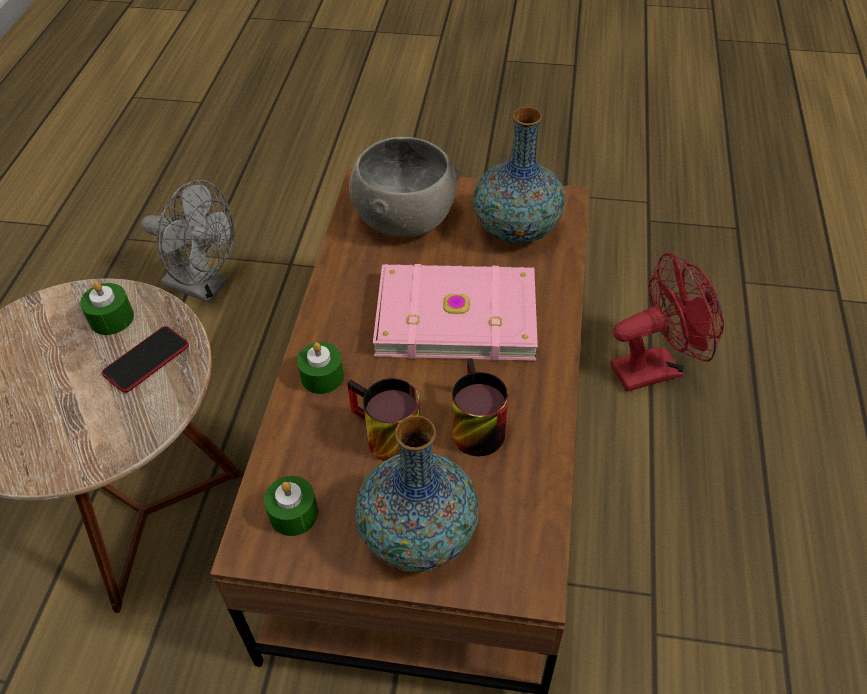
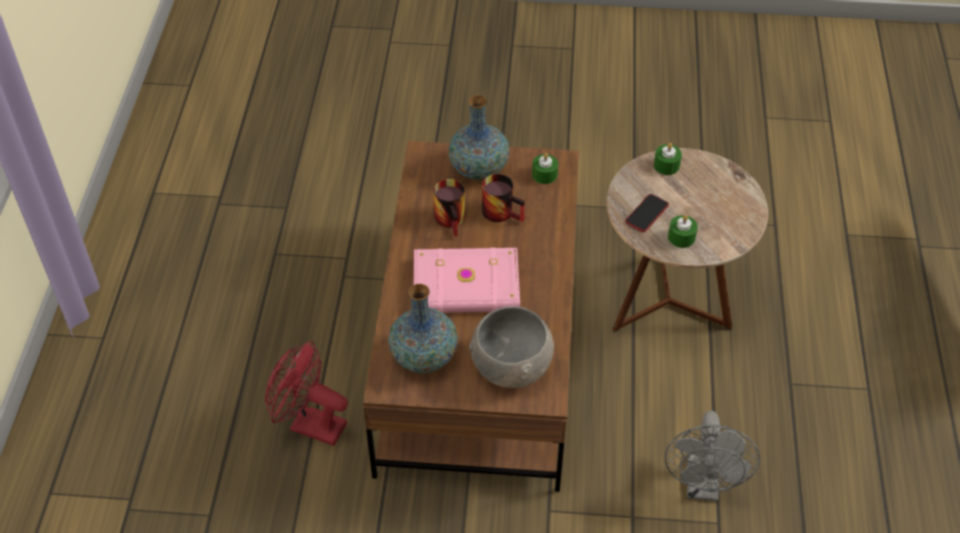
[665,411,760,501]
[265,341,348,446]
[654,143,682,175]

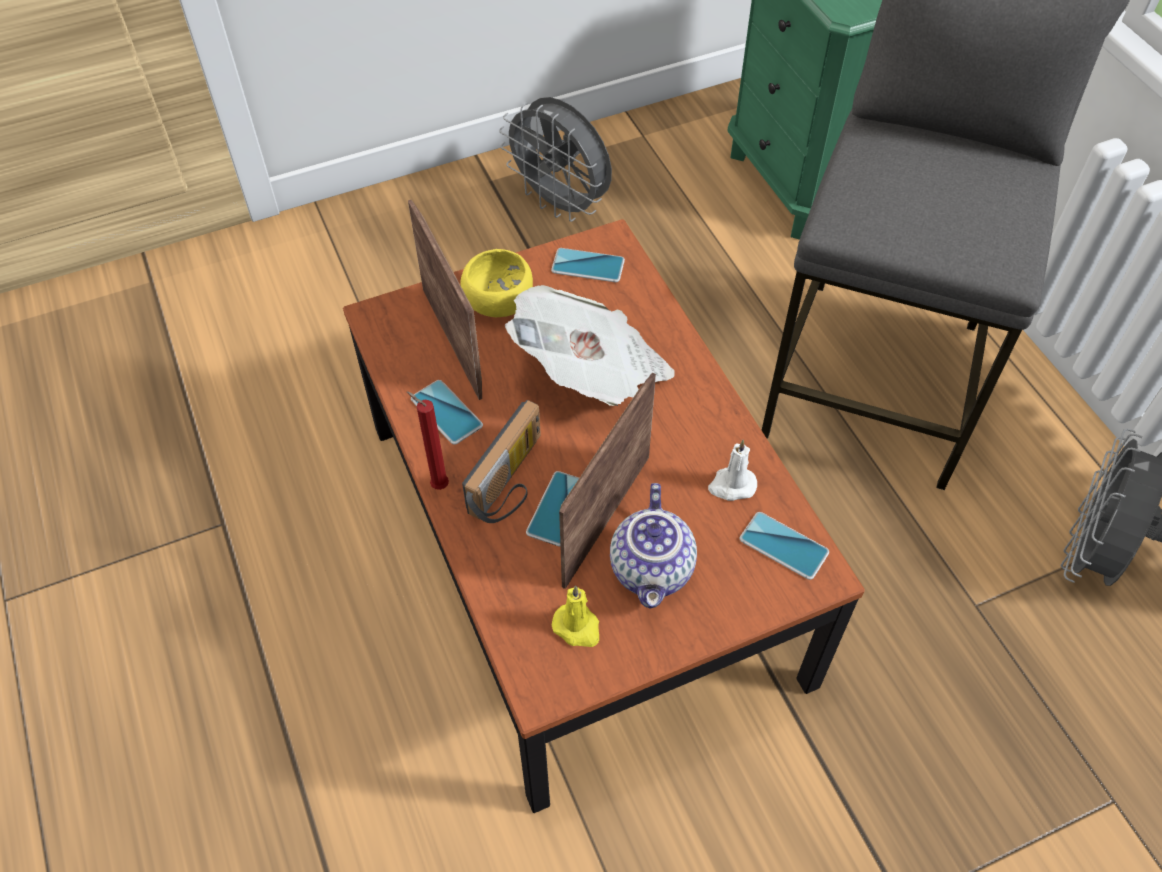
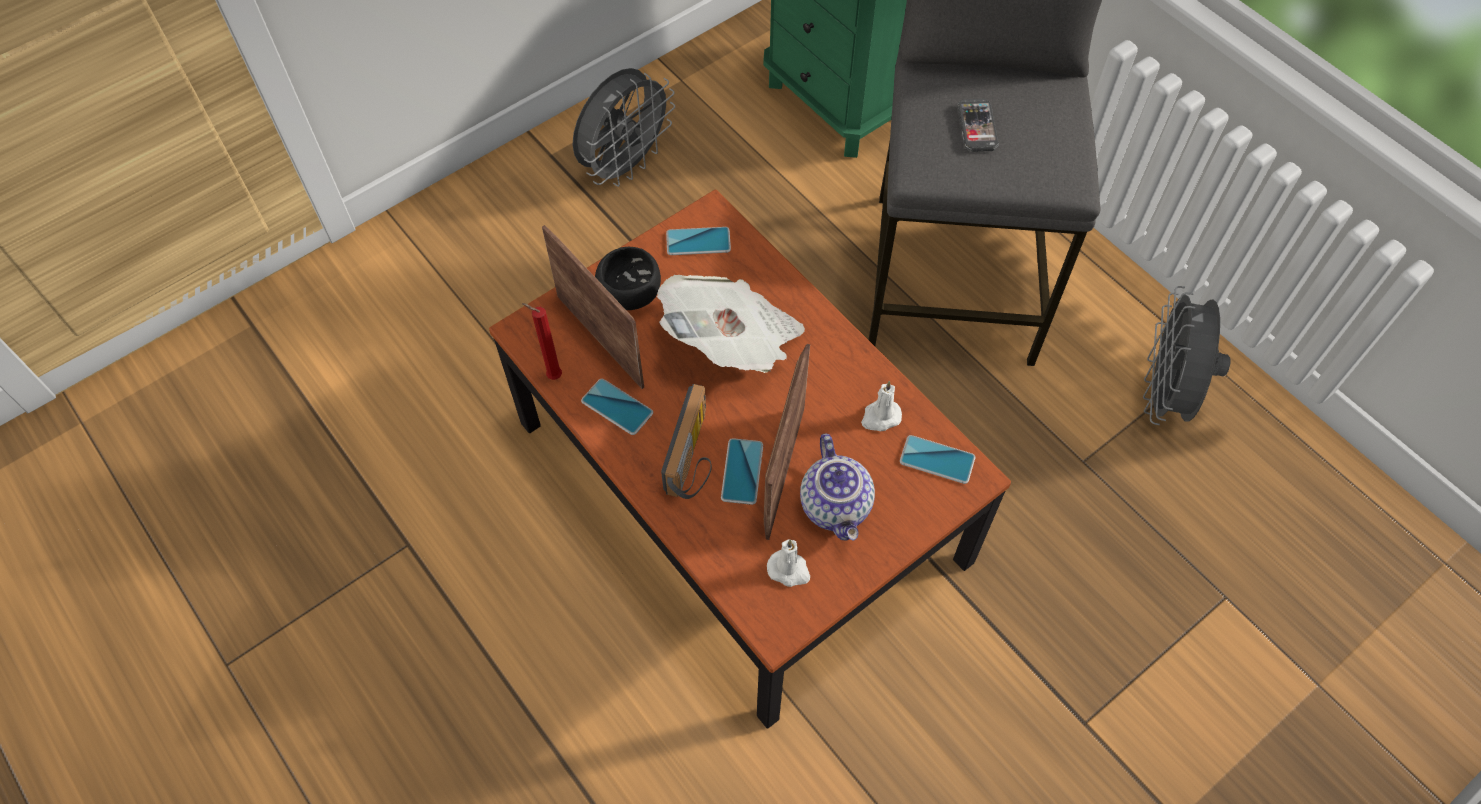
[573,68,675,187]
[595,247,661,310]
[522,303,562,380]
[767,539,810,587]
[957,99,999,152]

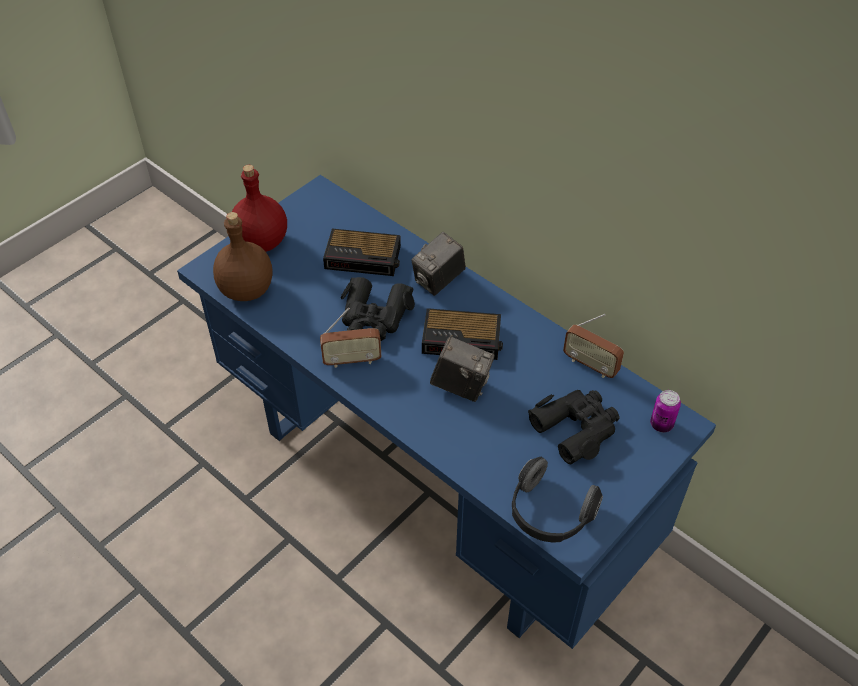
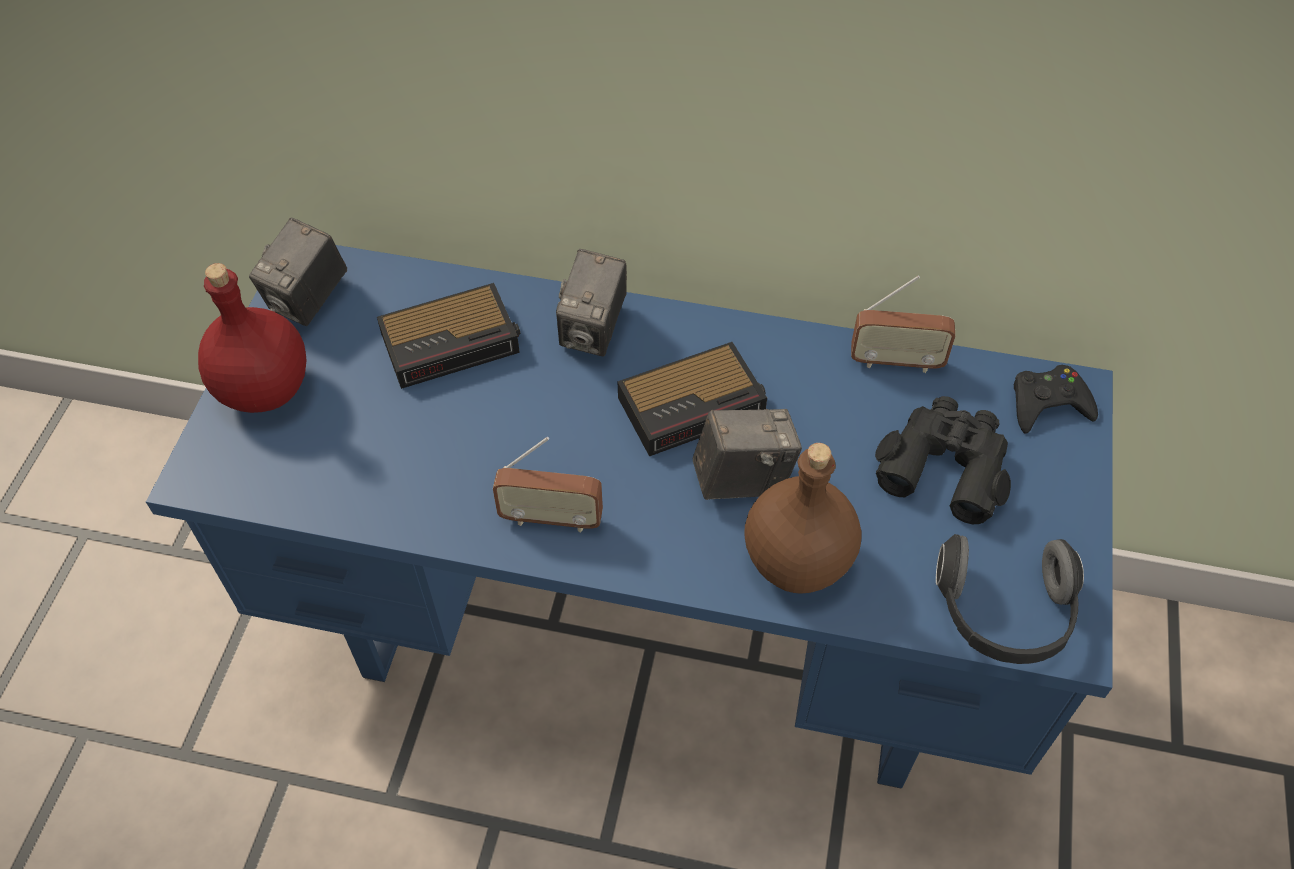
[744,443,861,594]
[340,277,415,341] (first image)
[493,437,603,533]
[1014,365,1098,434]
[249,217,347,326]

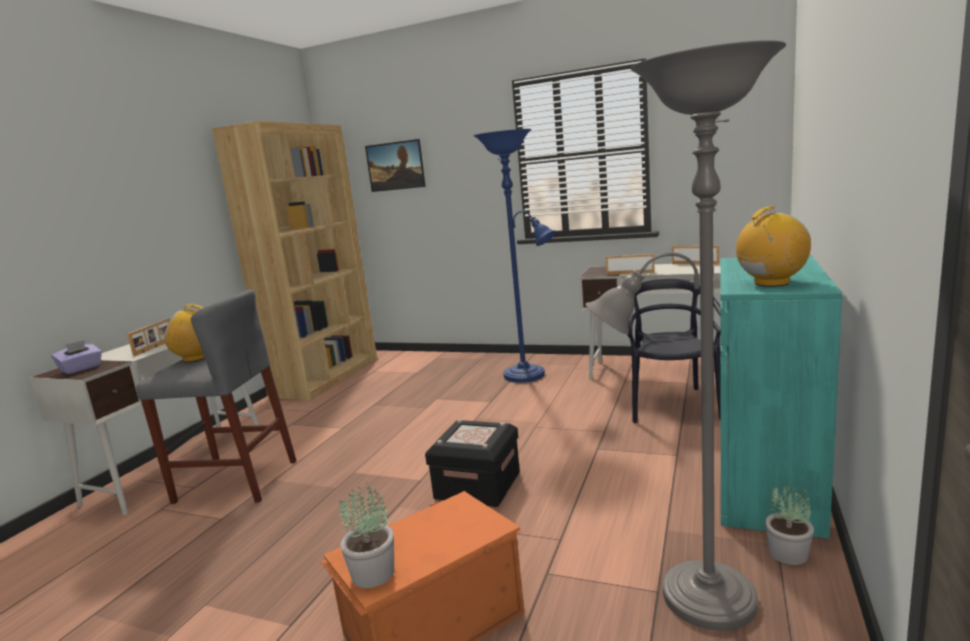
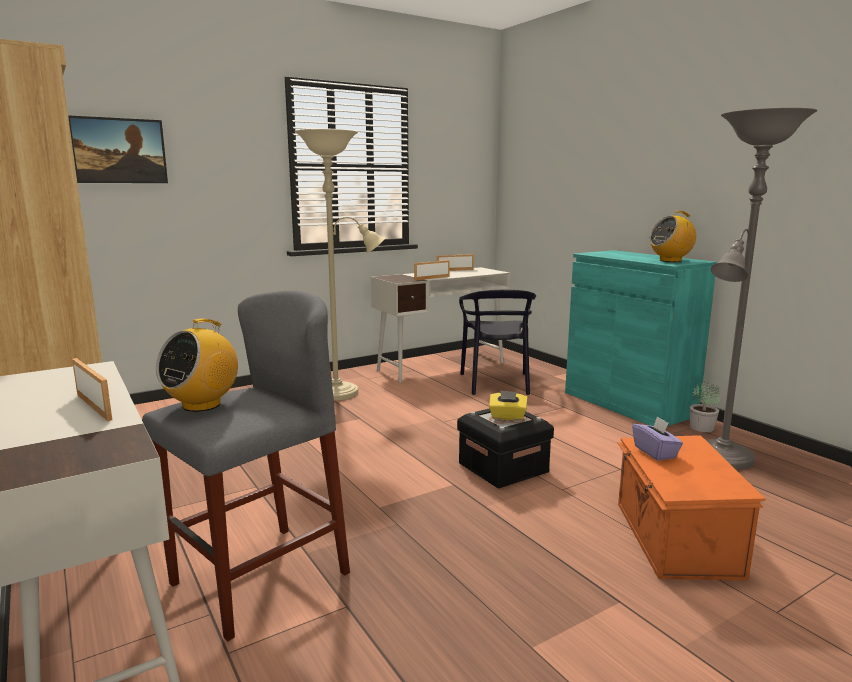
[294,129,385,401]
[650,211,696,262]
[459,290,536,395]
[632,416,683,461]
[339,483,394,588] (first image)
[489,390,527,421]

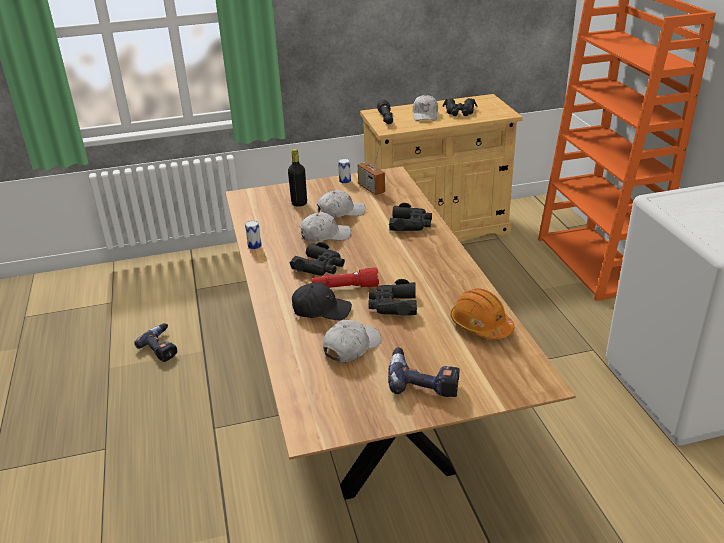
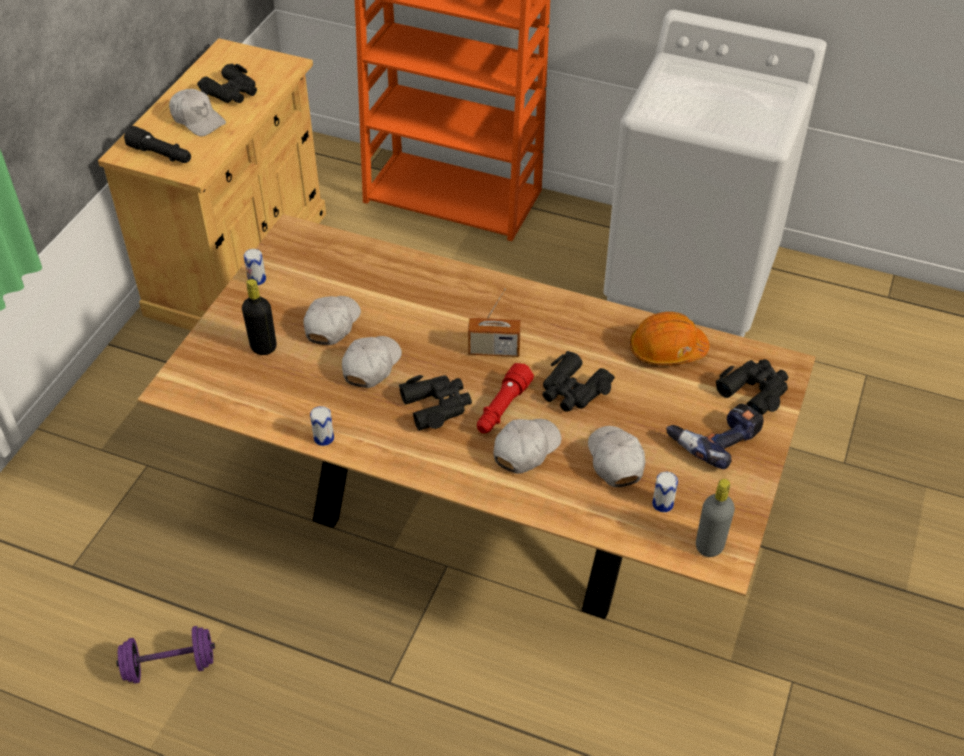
[468,289,521,357]
[716,359,788,415]
[494,419,561,474]
[116,626,215,684]
[652,472,678,512]
[696,479,735,557]

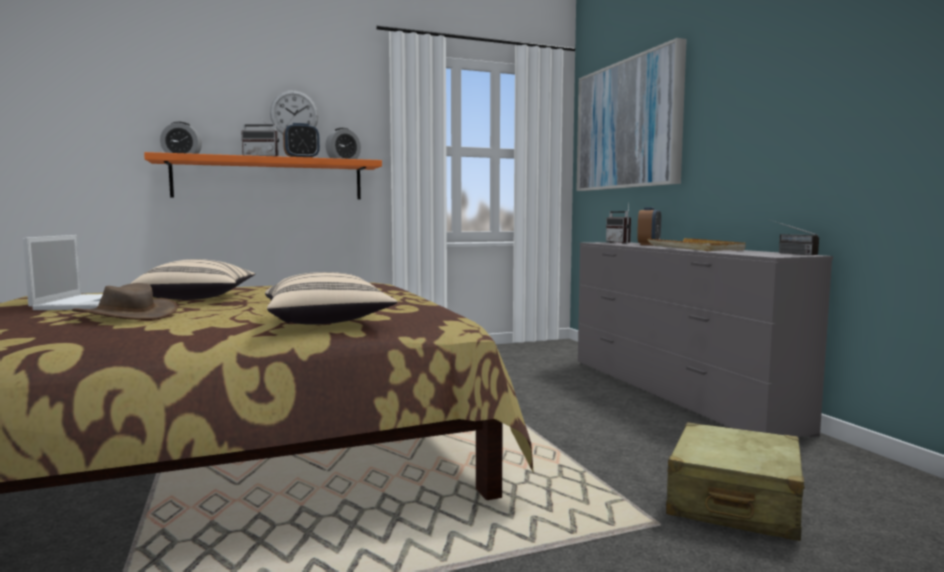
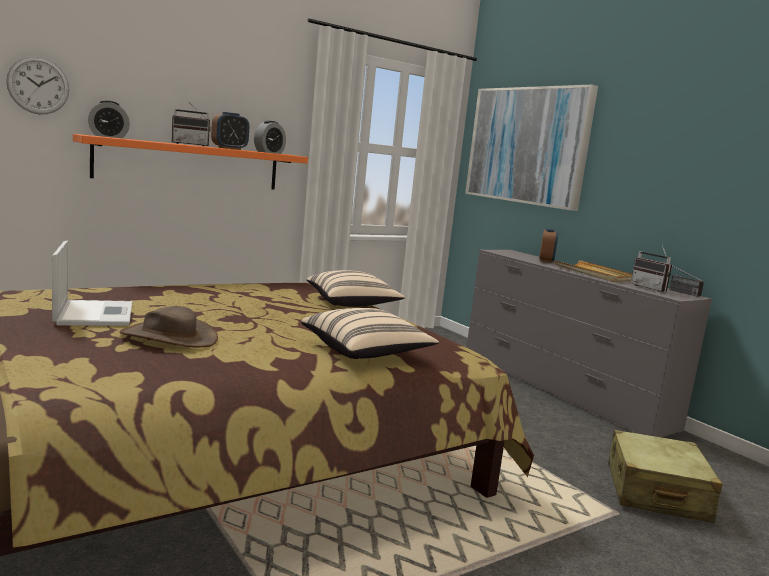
[6,56,69,114]
[631,245,672,292]
[307,270,405,307]

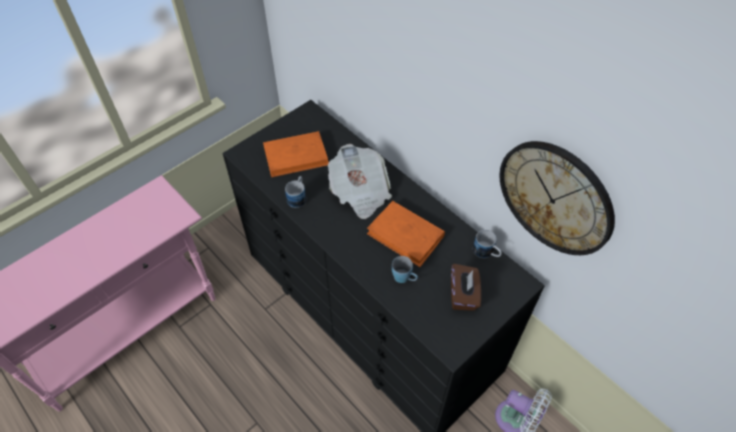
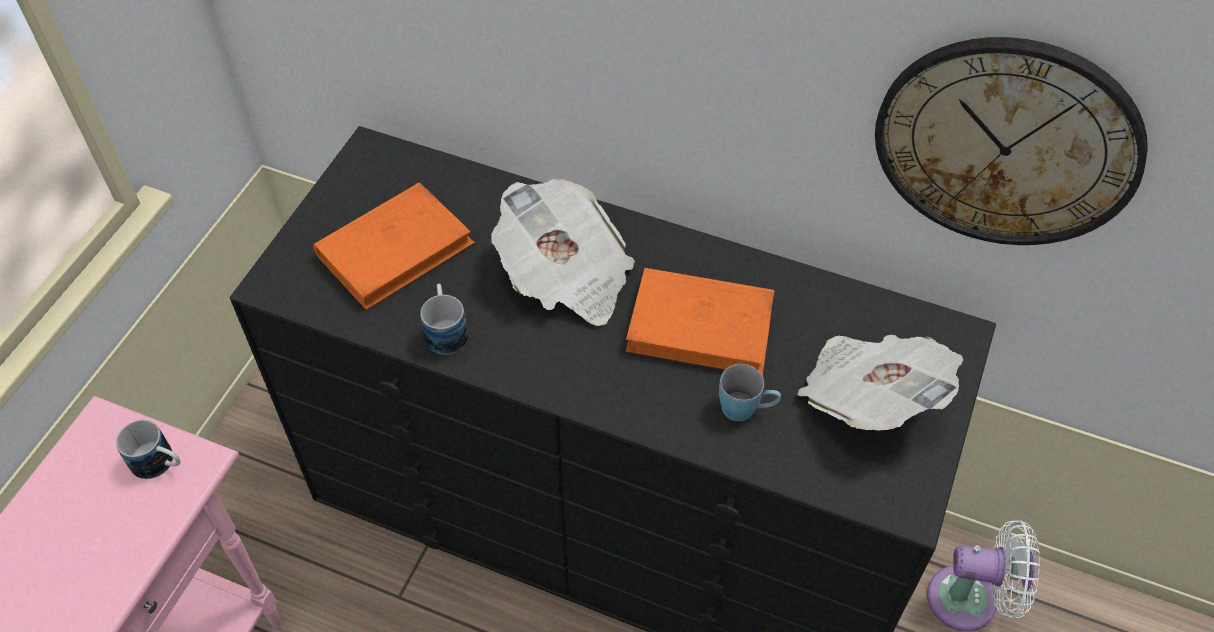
[116,420,181,479]
[797,335,964,430]

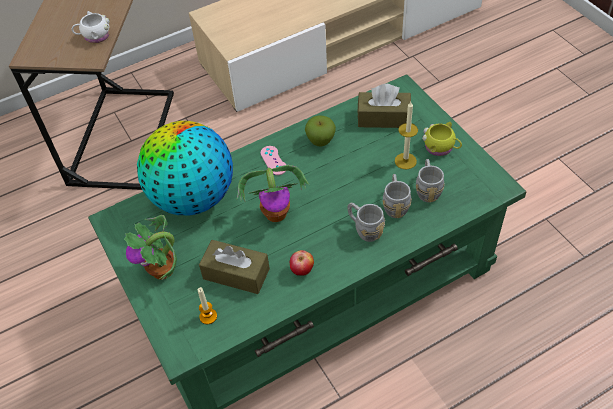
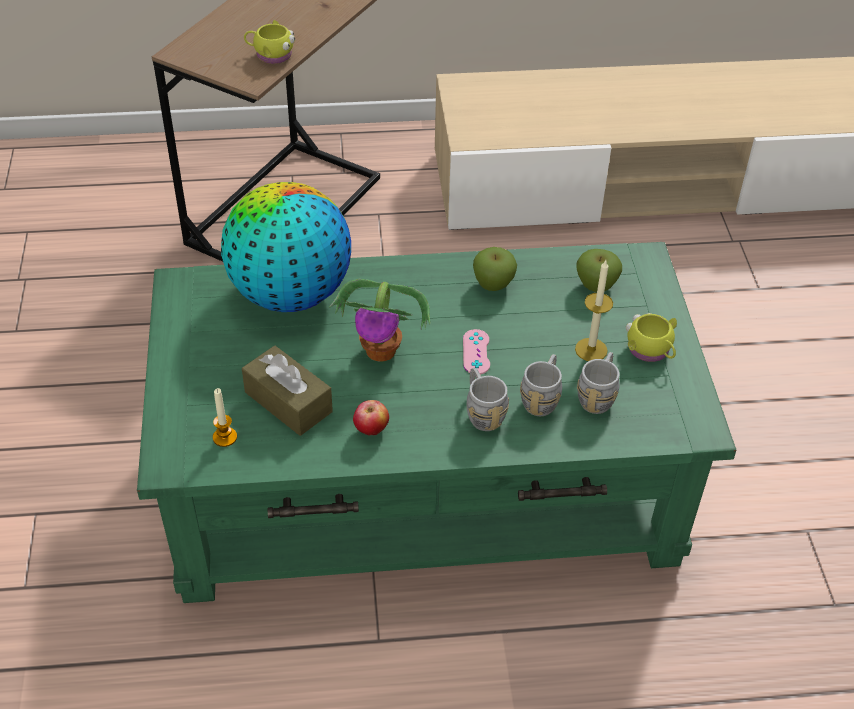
[244,20,295,64]
[576,249,622,292]
[463,329,490,375]
[124,215,177,280] (first image)

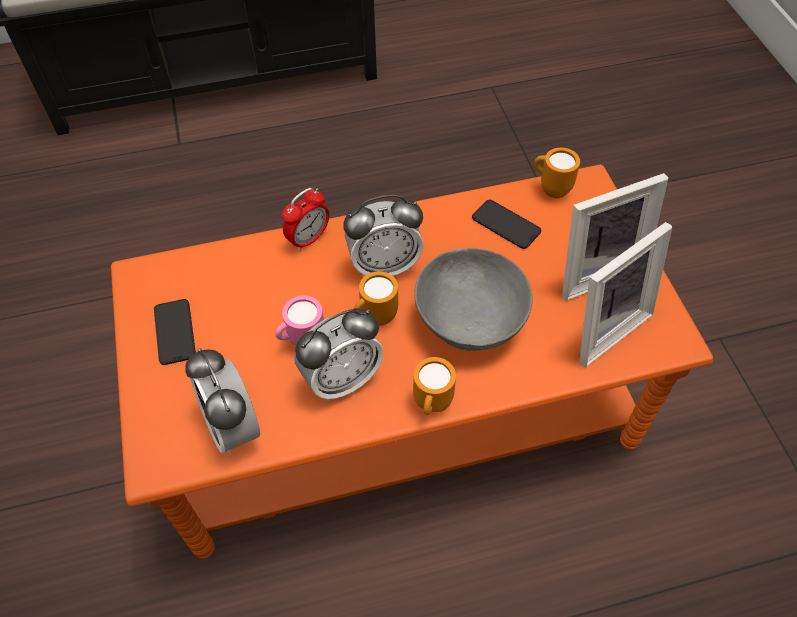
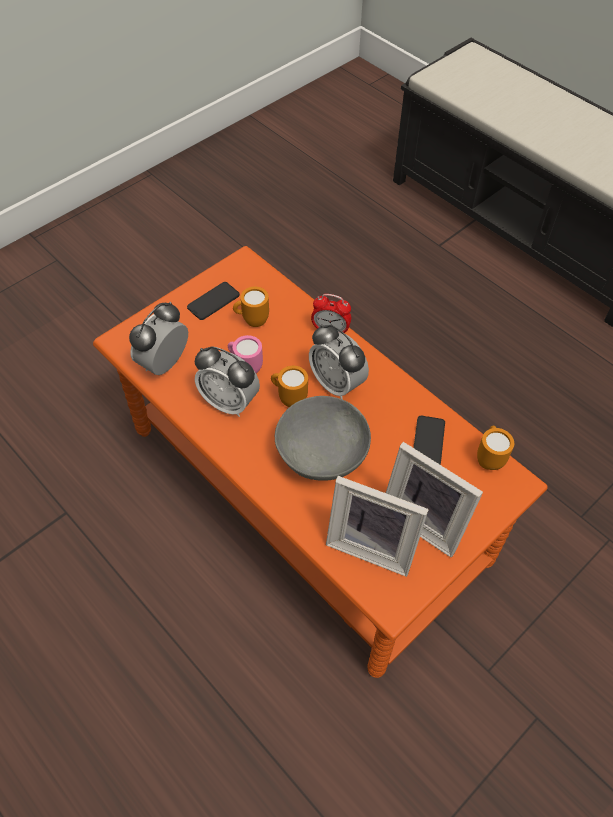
[233,286,269,327]

